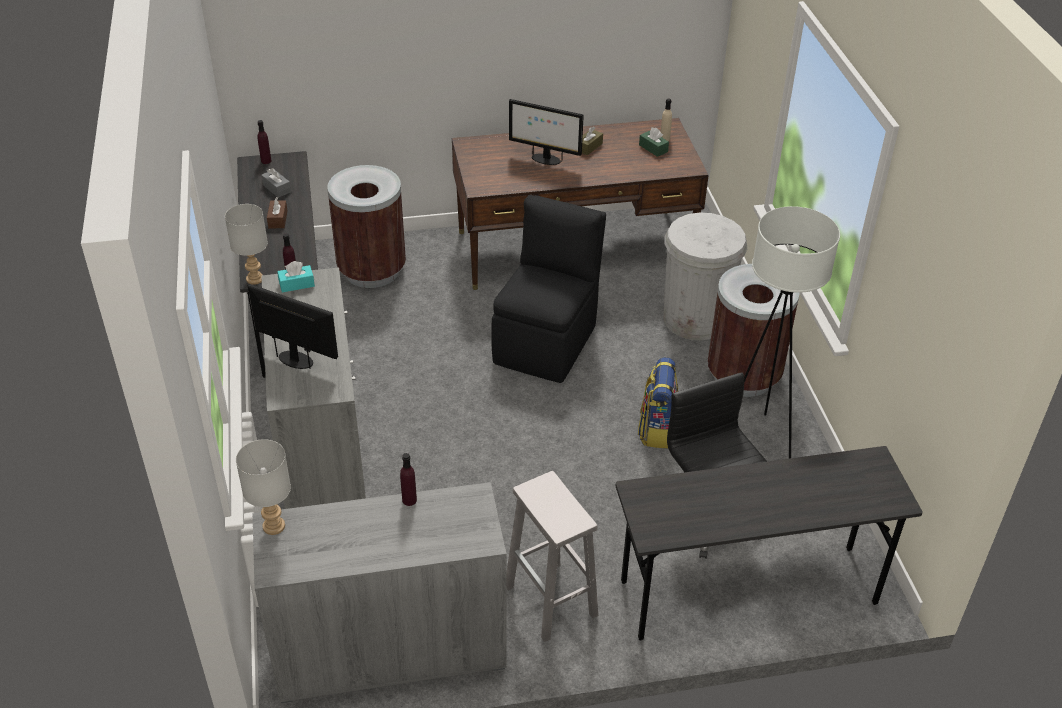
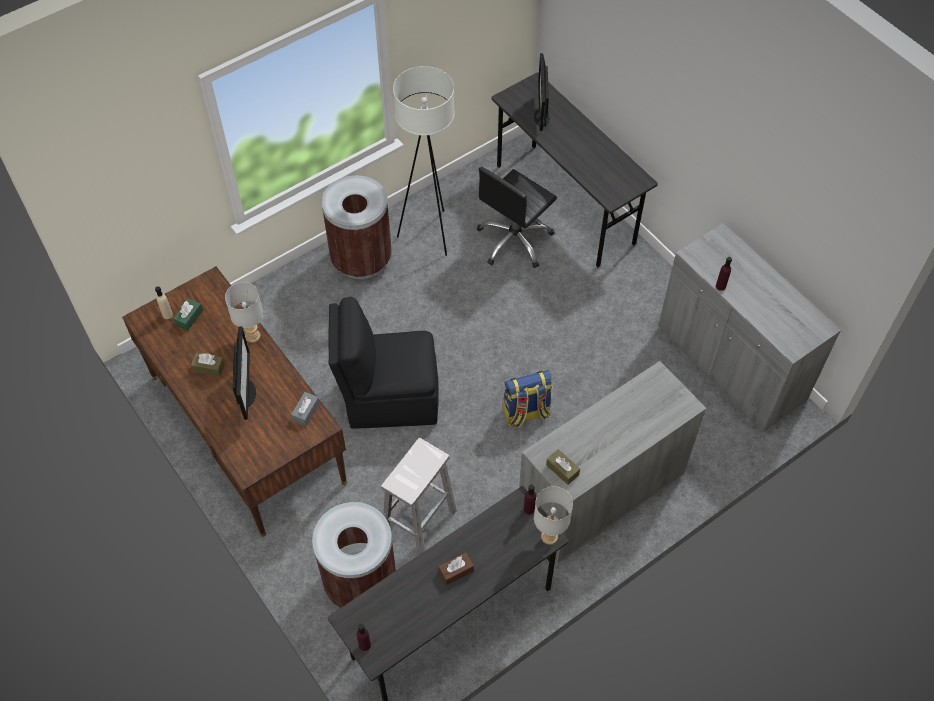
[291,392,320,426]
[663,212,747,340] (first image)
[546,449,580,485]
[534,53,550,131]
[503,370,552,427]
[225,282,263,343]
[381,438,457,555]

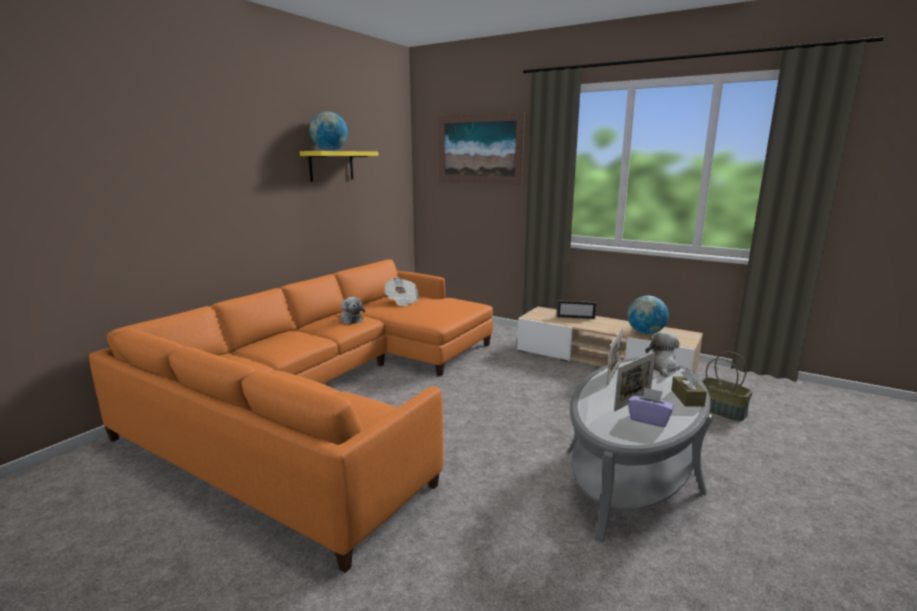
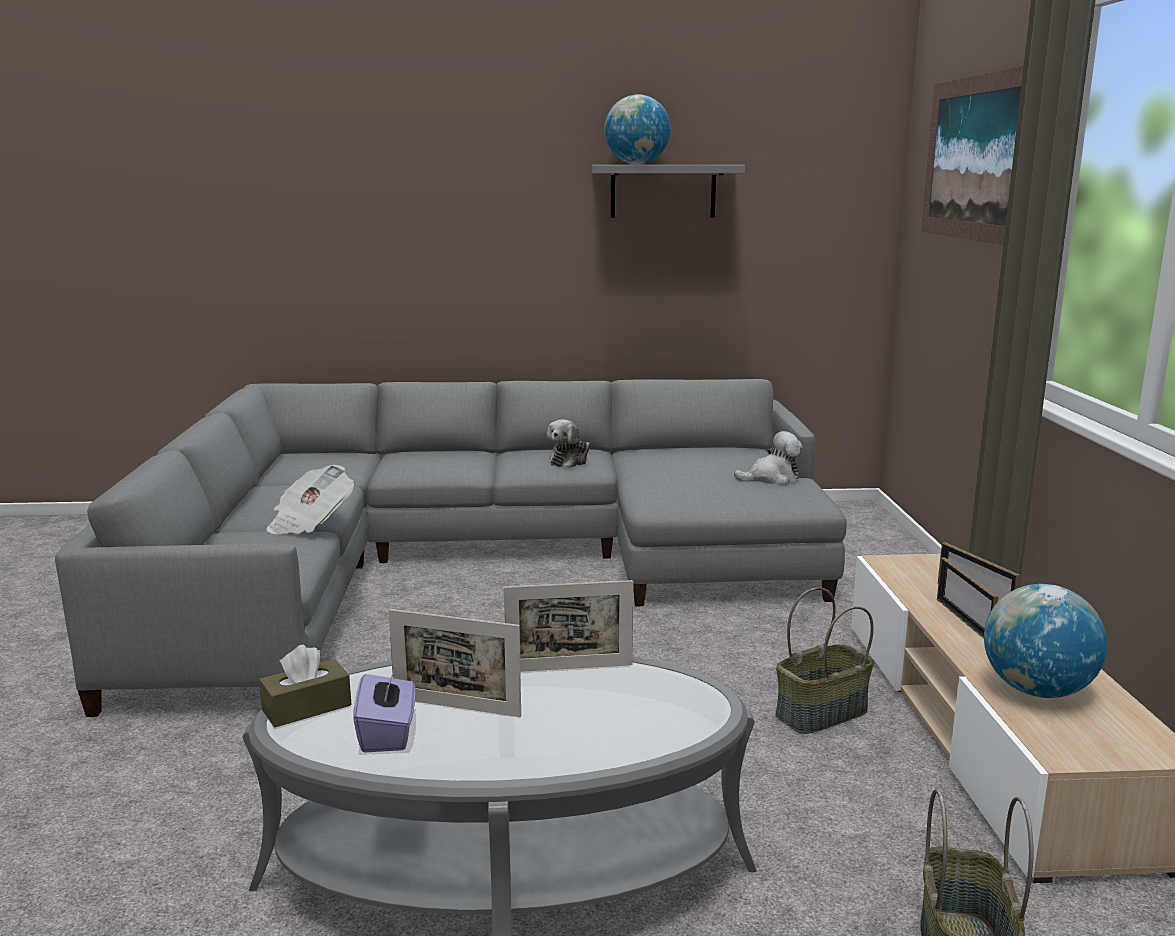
[592,165,745,218]
[55,379,847,717]
[266,465,354,534]
[734,431,803,485]
[259,644,351,727]
[937,557,998,639]
[775,587,874,734]

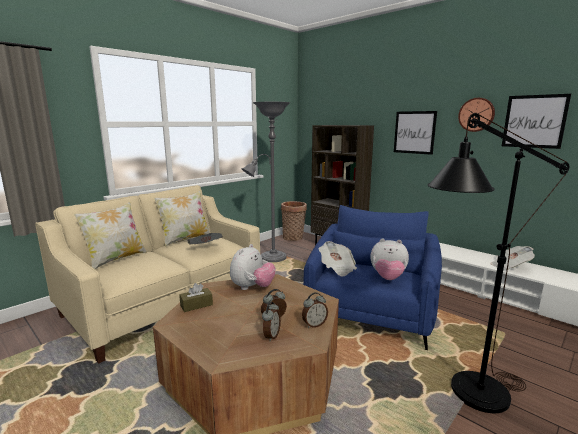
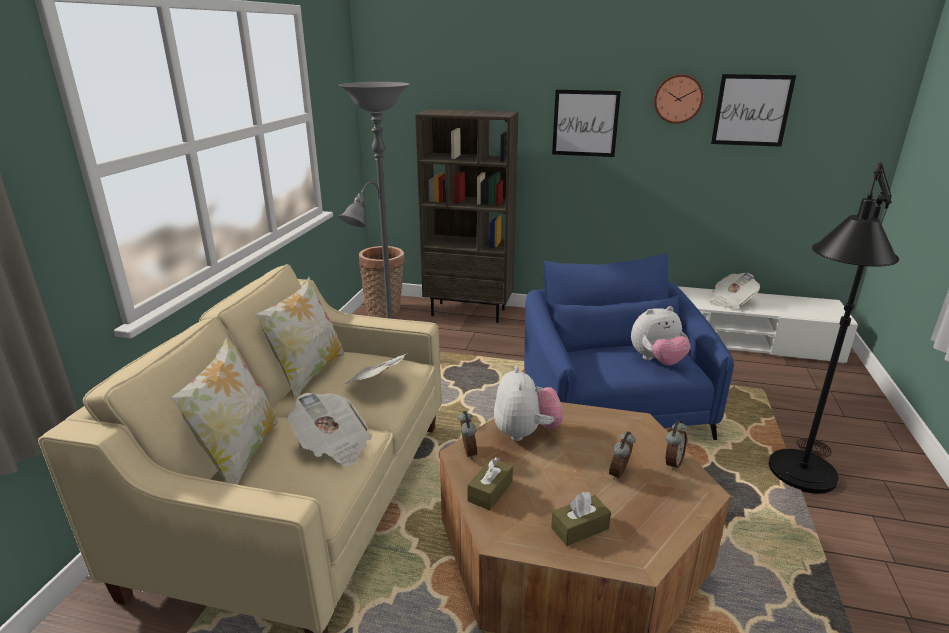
[288,393,372,467]
[458,411,477,460]
[551,492,611,546]

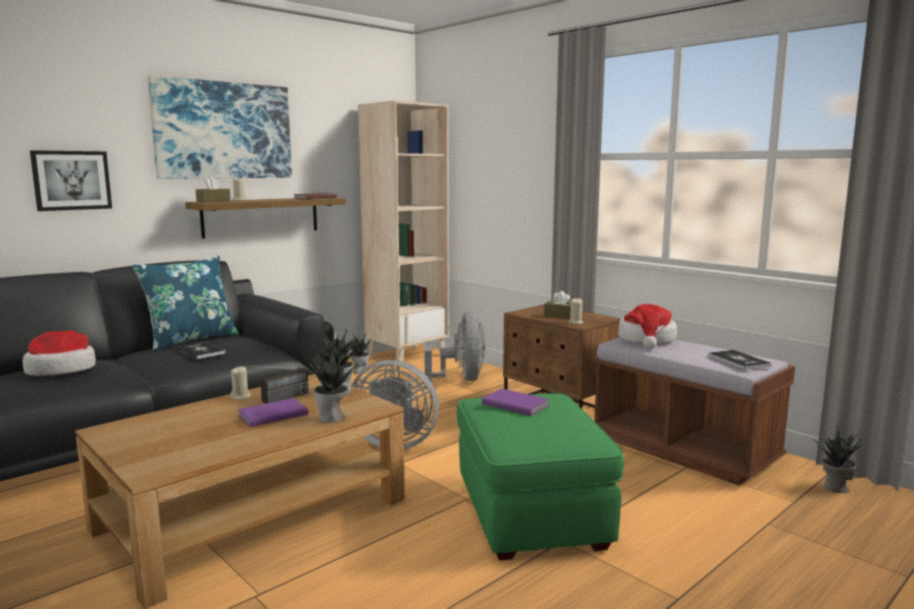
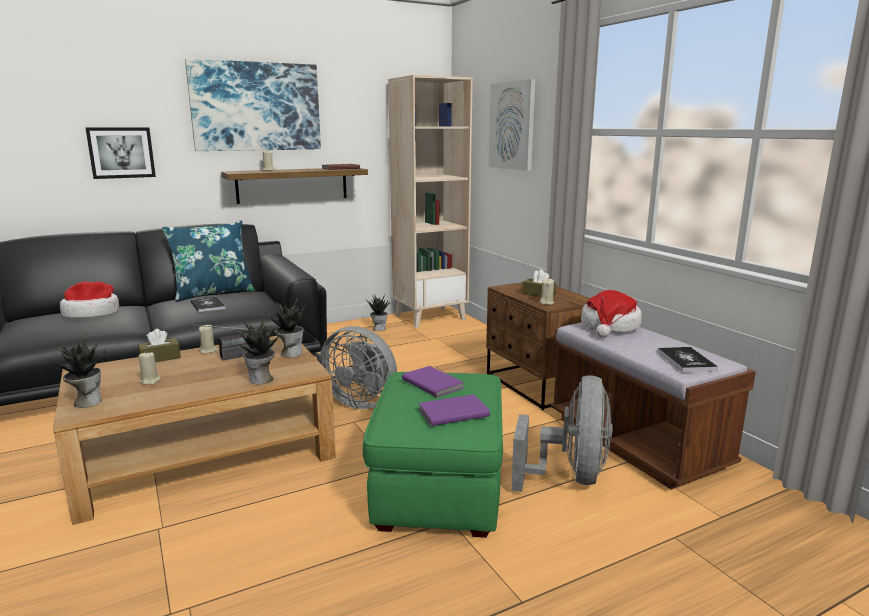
[138,329,181,362]
[511,375,612,492]
[418,394,490,426]
[50,333,105,408]
[488,79,535,171]
[138,351,160,385]

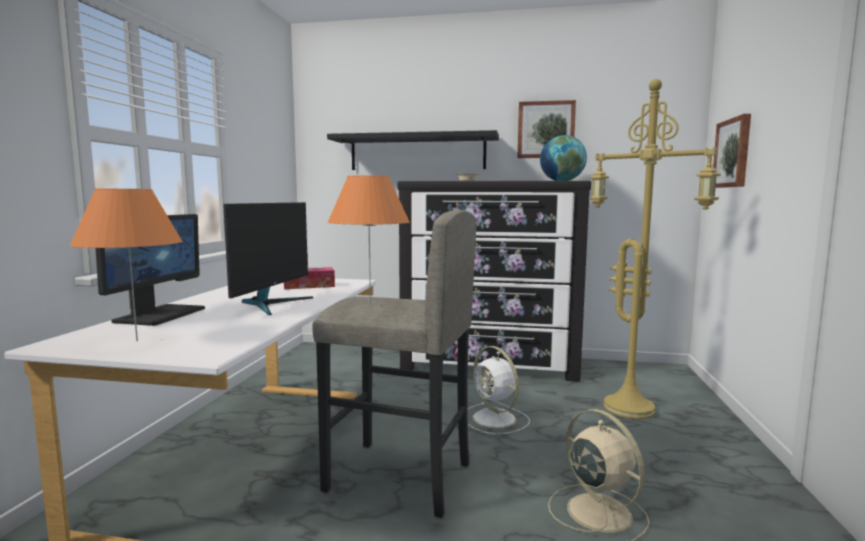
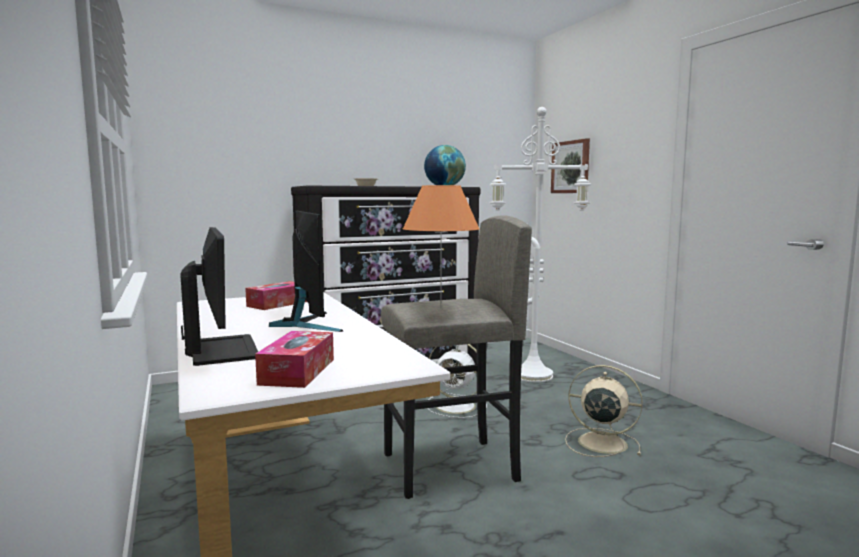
[489,107,591,382]
[517,100,576,158] (first image)
[327,130,499,170] (first image)
[255,331,334,388]

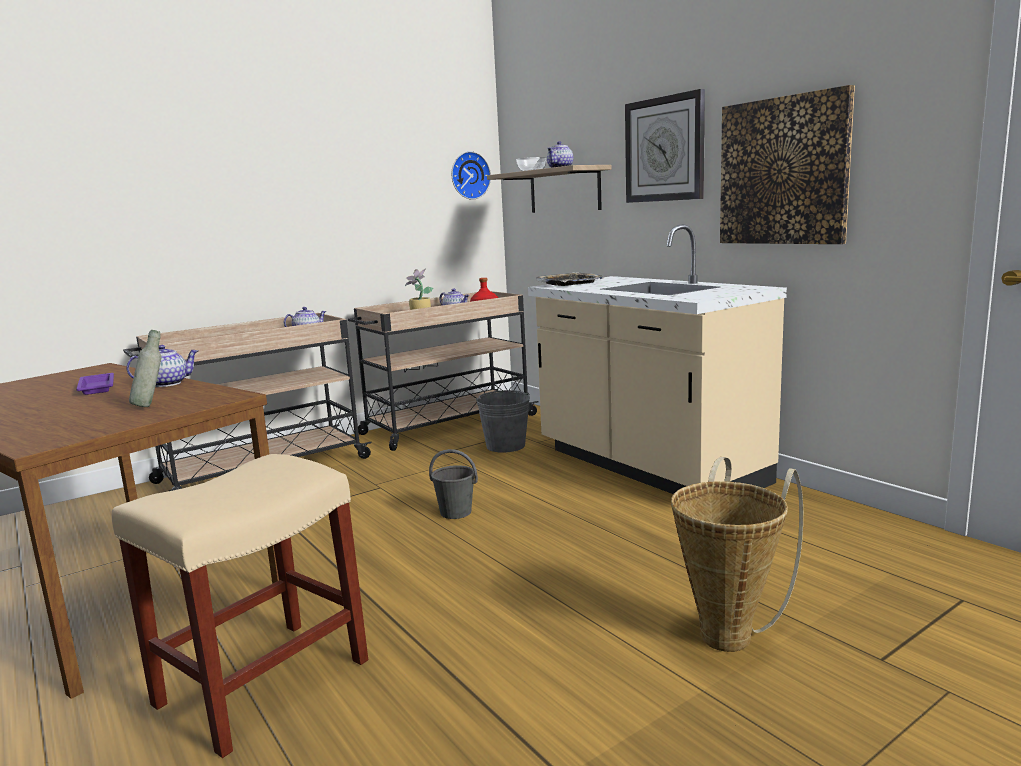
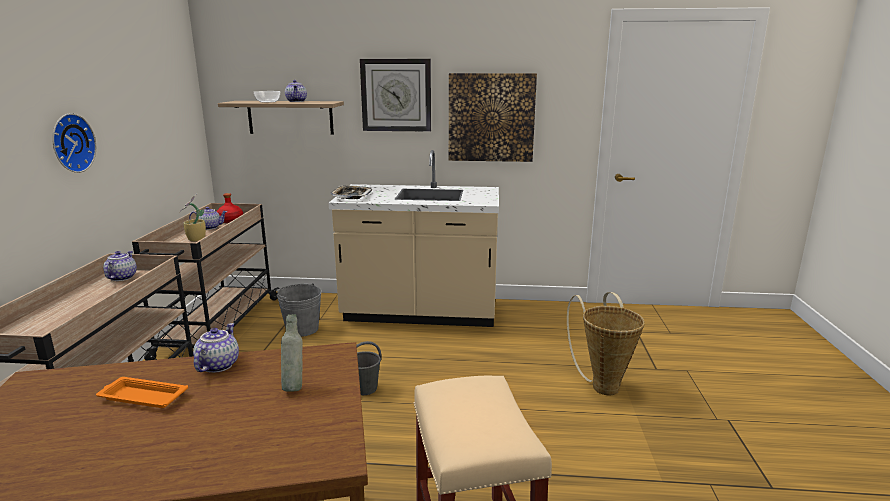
[52,113,96,173]
[96,377,188,408]

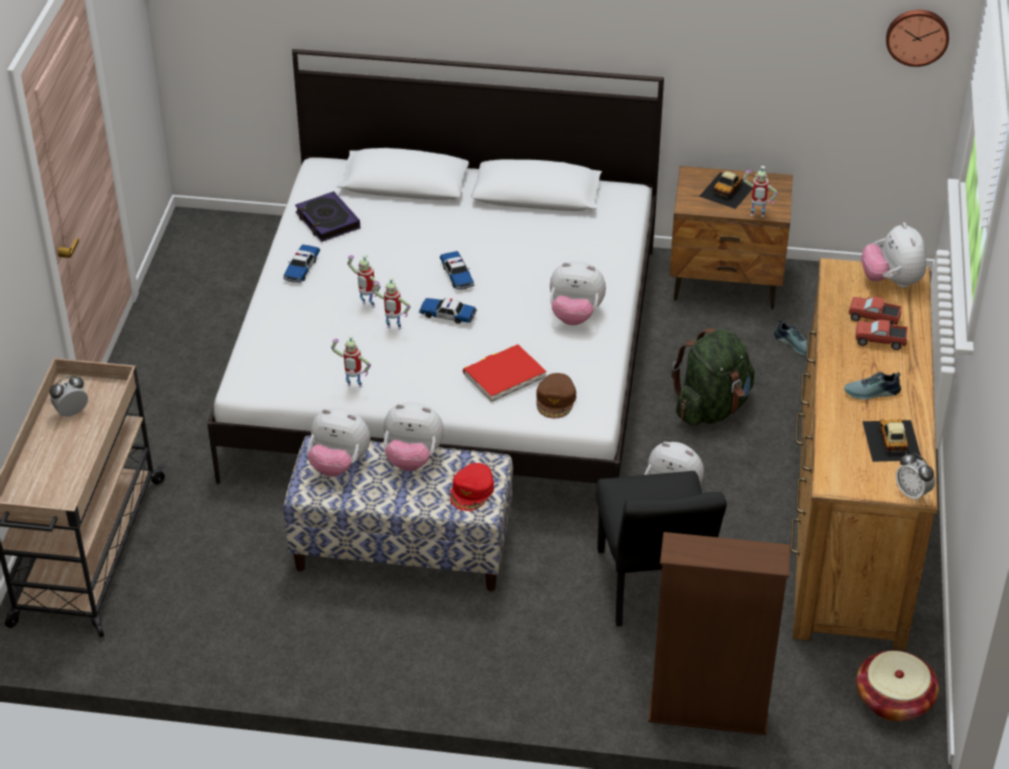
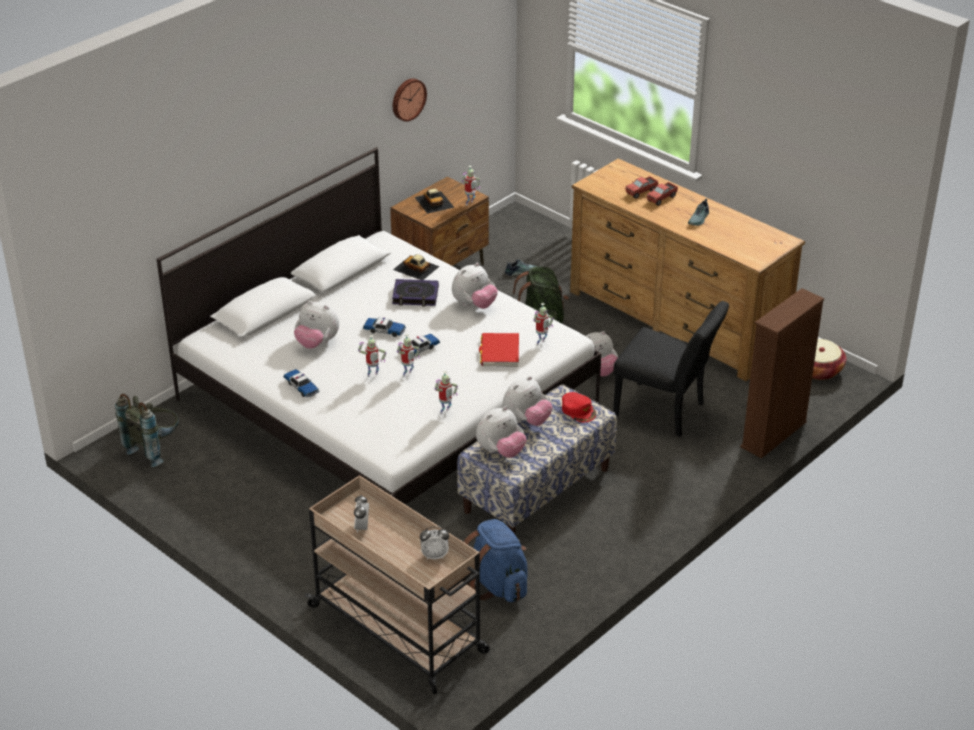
[393,78,427,122]
[392,279,439,306]
[294,301,339,349]
[533,303,553,345]
[393,254,440,280]
[420,526,449,559]
[115,394,179,467]
[464,519,528,602]

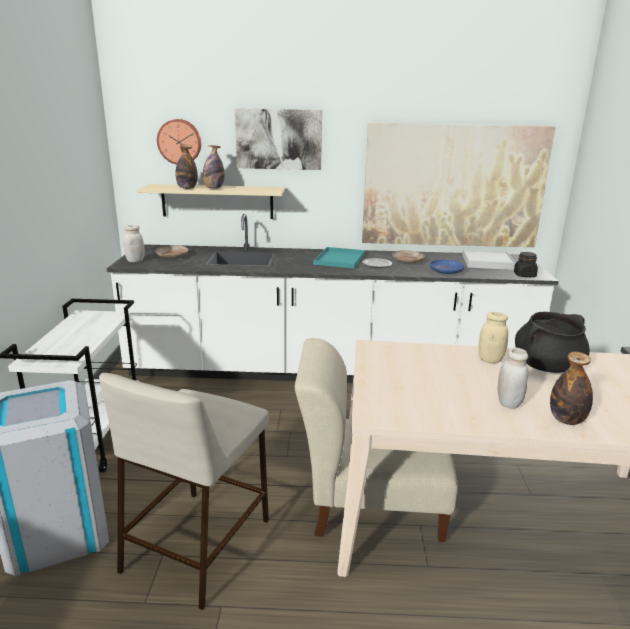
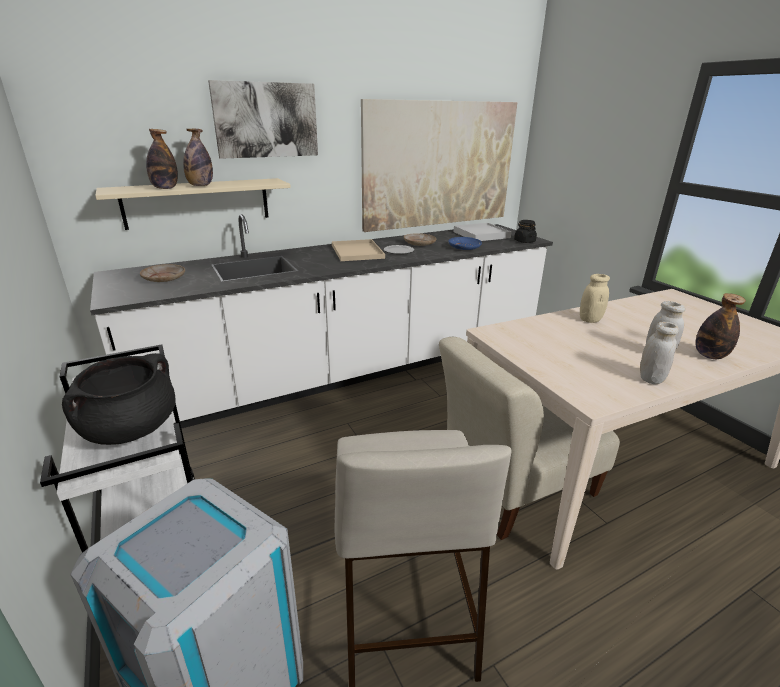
[157,119,201,165] (first image)
[640,322,679,384]
[332,239,385,261]
[62,353,175,445]

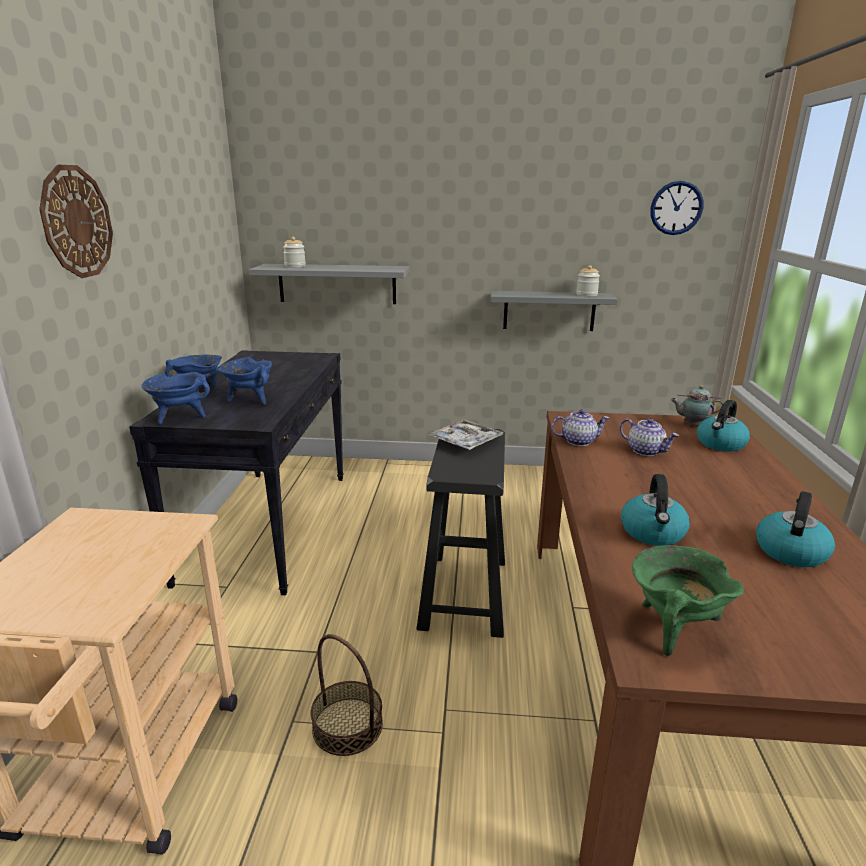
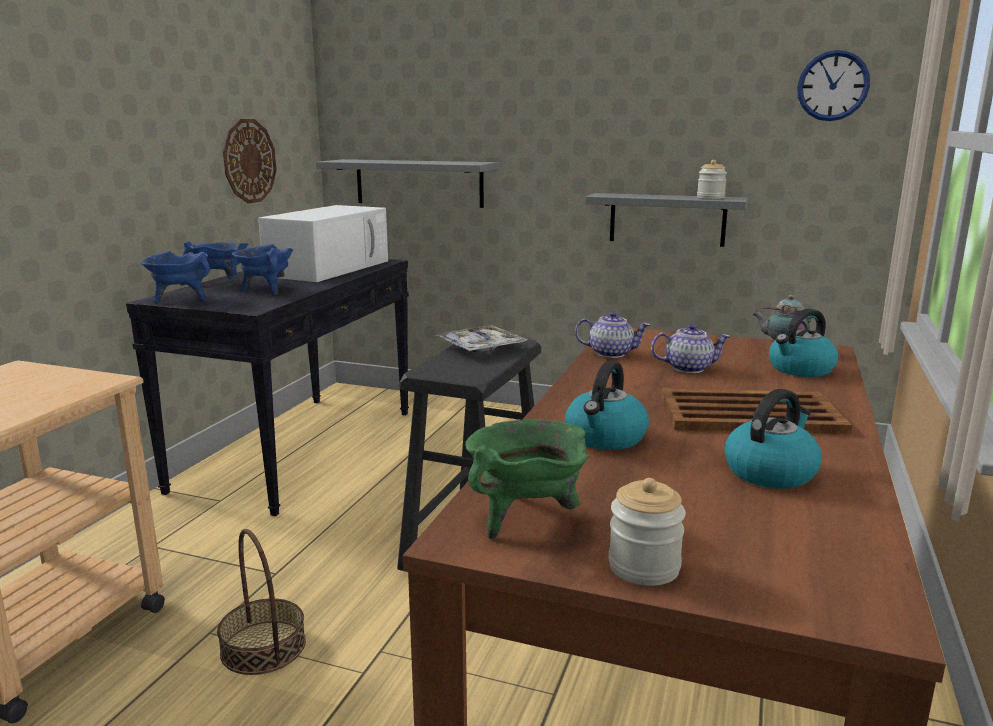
[223,119,276,204]
[609,478,686,586]
[651,324,731,373]
[258,205,388,282]
[661,388,852,434]

